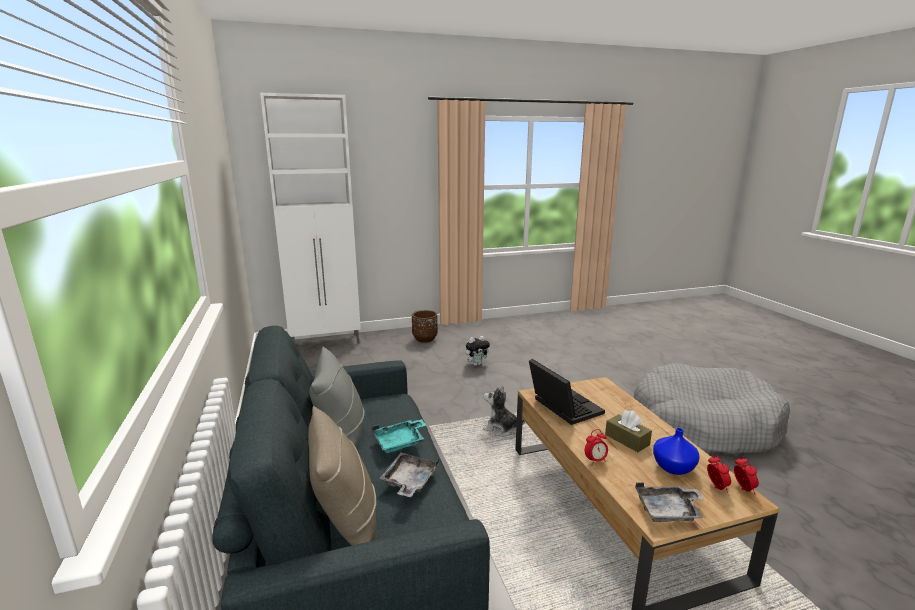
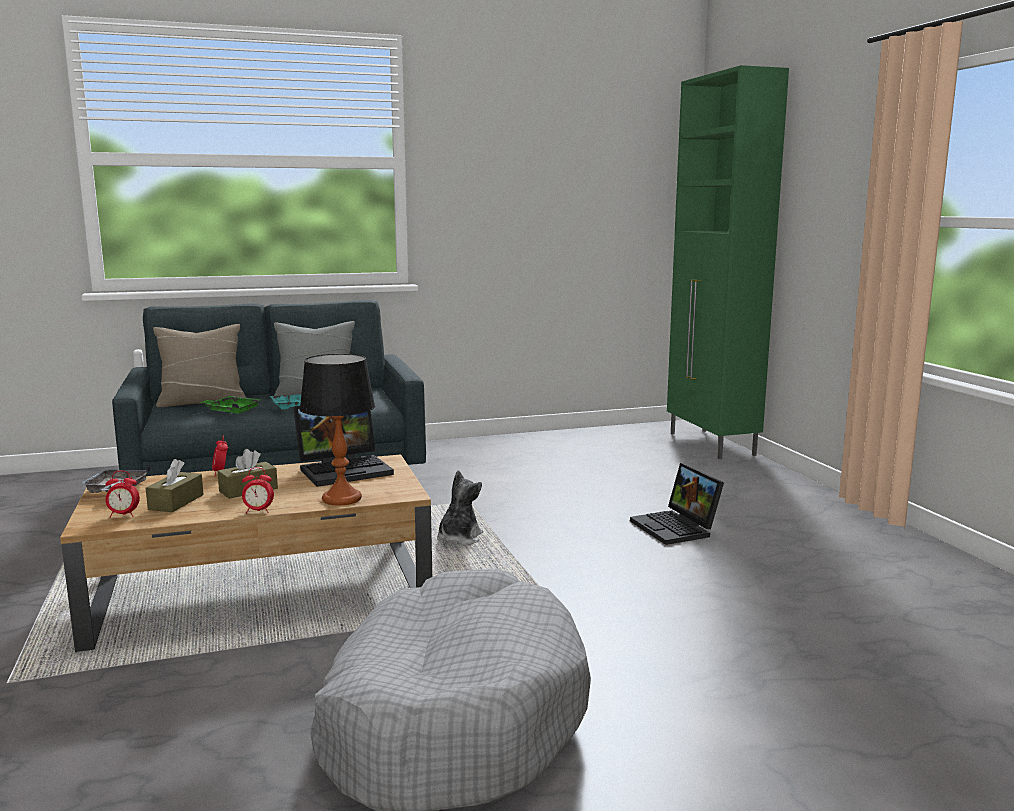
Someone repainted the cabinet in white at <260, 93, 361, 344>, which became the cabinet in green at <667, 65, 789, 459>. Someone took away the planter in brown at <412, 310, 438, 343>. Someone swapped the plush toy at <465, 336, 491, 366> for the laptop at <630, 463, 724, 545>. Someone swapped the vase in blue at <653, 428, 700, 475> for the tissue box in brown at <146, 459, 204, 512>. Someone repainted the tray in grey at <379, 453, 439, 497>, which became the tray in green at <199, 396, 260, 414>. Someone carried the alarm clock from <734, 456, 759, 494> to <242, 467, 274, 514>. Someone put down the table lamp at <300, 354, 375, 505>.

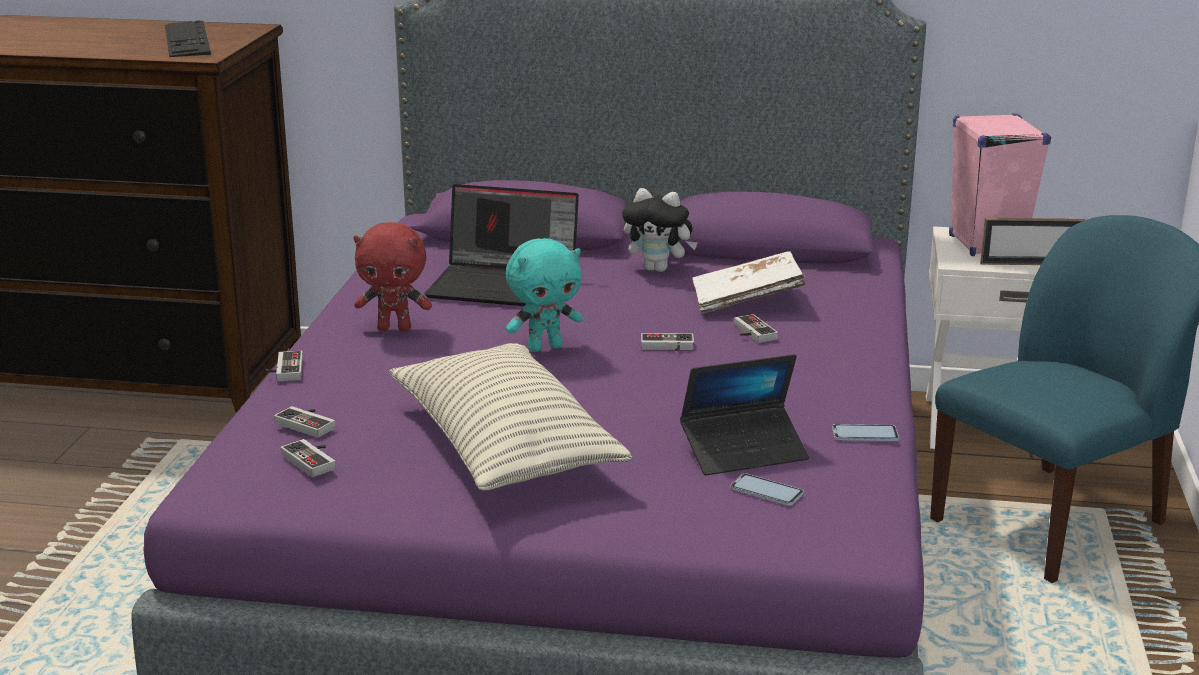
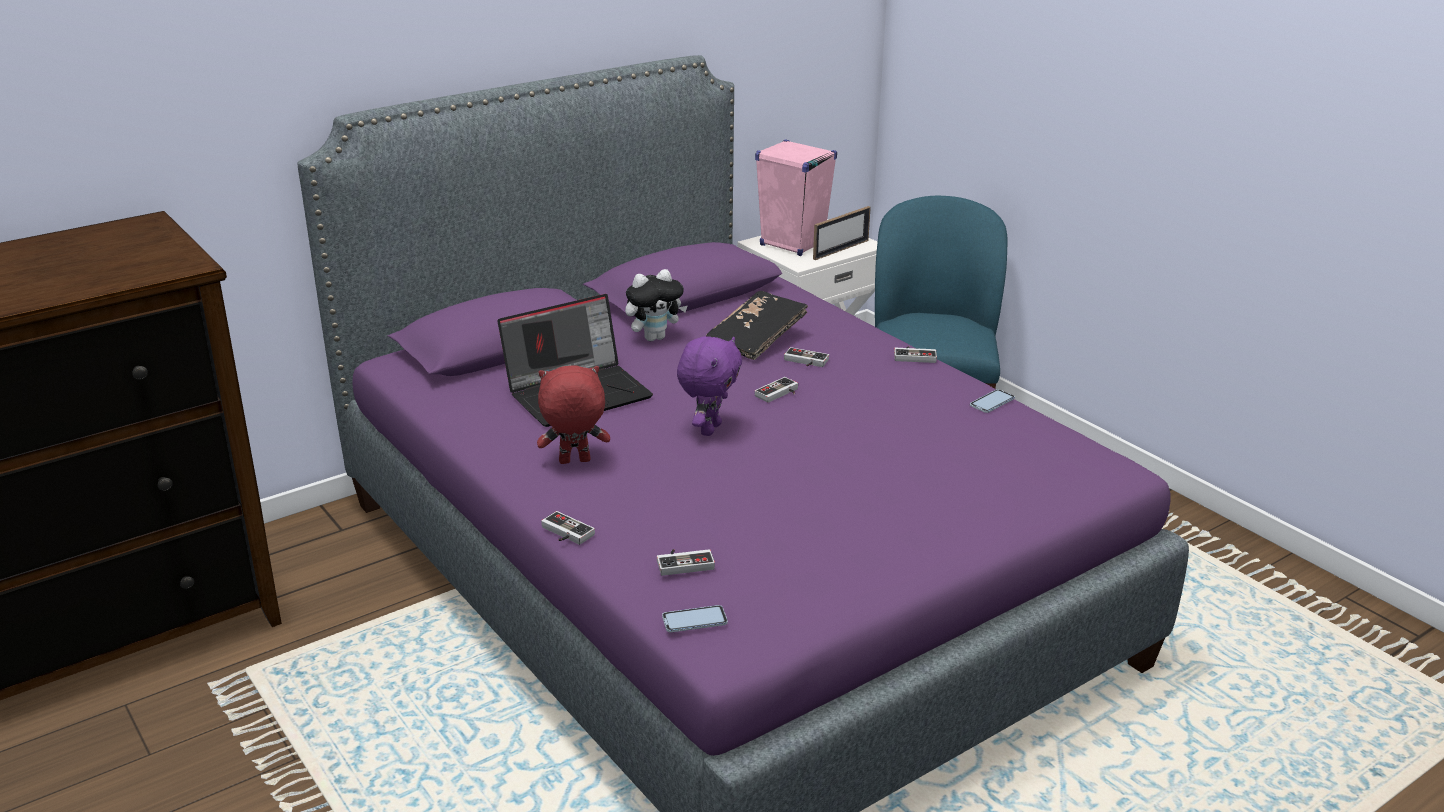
Someone took away the keyboard at <165, 20, 211, 57>. Someone rotated the plush toy in red at <354, 222, 432, 331> by 150 degrees counterclockwise. Someone repainted the plush toy in turquoise at <506, 238, 583, 352>, which became the plush toy in purple at <677, 336, 742, 436>. Someone repainted the book in white at <692, 251, 805, 313>, which became the book in black at <706, 291, 808, 360>. Someone took away the pillow at <389, 343, 632, 490>. Someone took away the laptop at <680, 354, 809, 475>. Someone carried the game controller from <281, 439, 336, 477> to <894, 346, 937, 363>. Someone carried the phone from <730, 474, 804, 506> to <662, 605, 728, 632>.

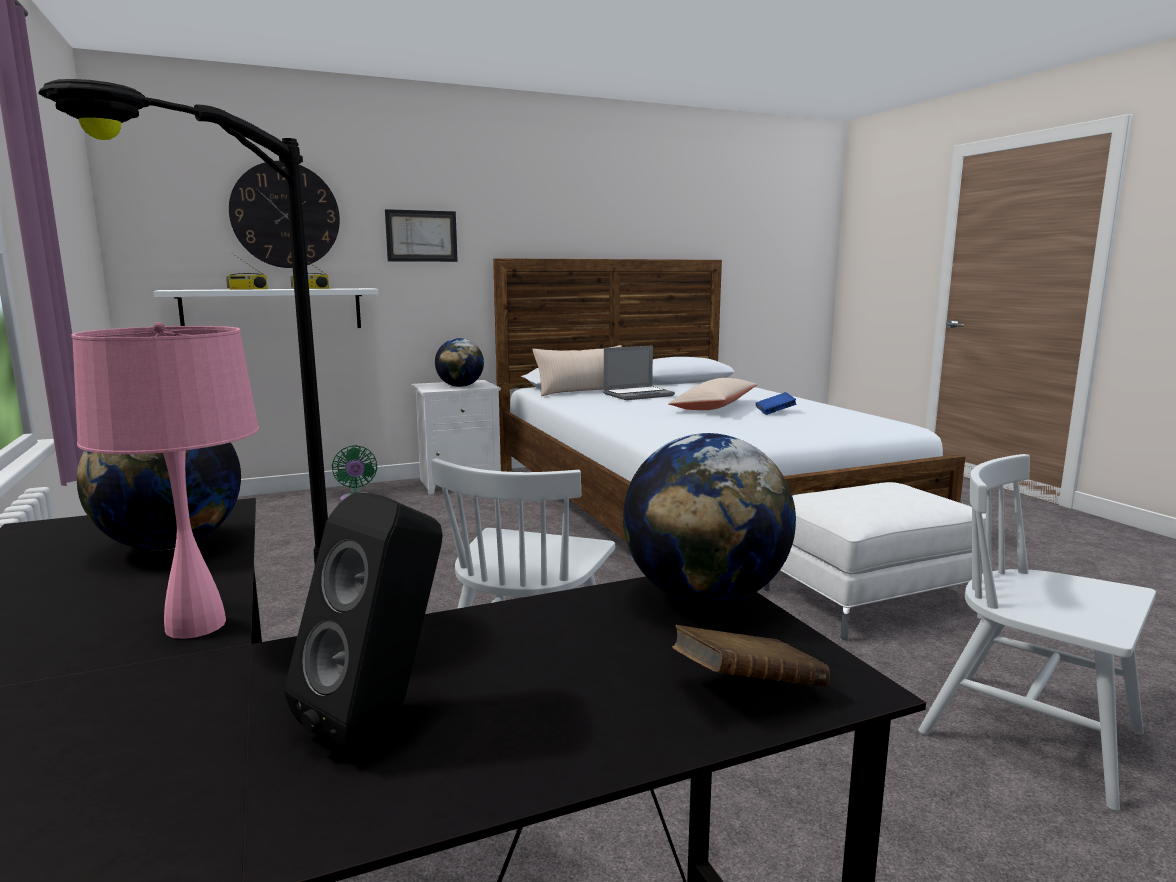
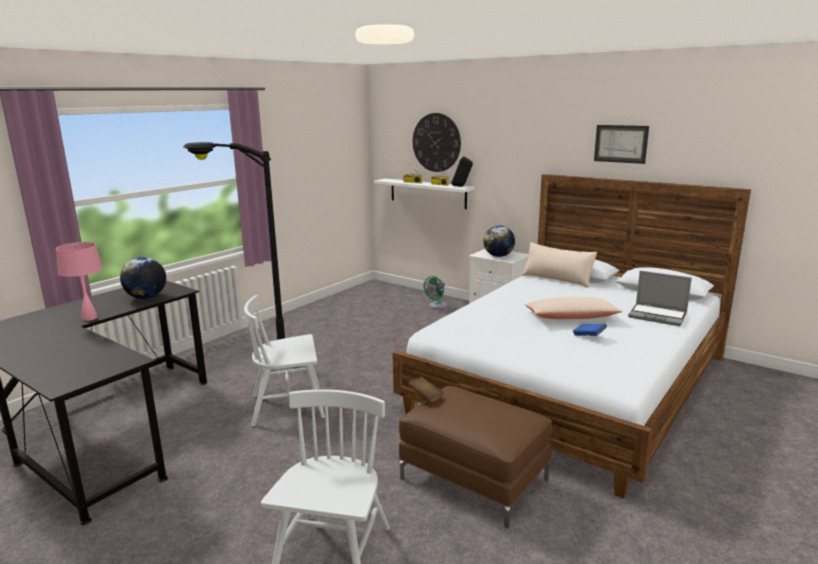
Someone carried the picture from <385, 209, 458, 262> to <594, 125, 649, 164>. Someone carried the laptop from <603, 345, 675, 400> to <628, 271, 692, 326>. Someone took away the globe at <623, 433, 796, 605>. Someone repainted the ottoman in white at <764, 482, 986, 641>, which became the ottoman in brown at <399, 386, 552, 528>. Someone carried the speaker in black from <284, 492, 443, 748> to <451, 156, 473, 187>. Someone carried the book in brown from <672, 625, 830, 687> to <408, 377, 444, 402>.

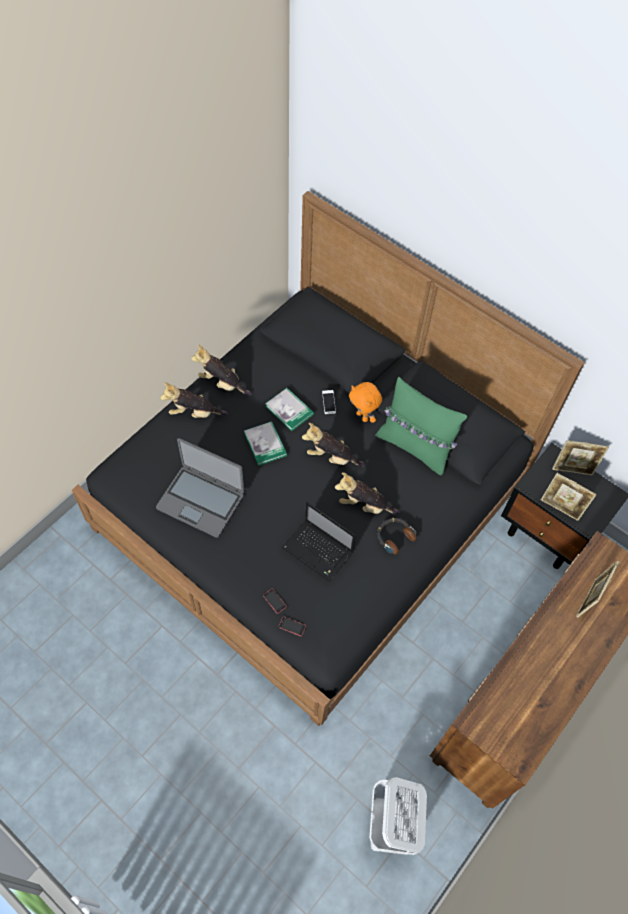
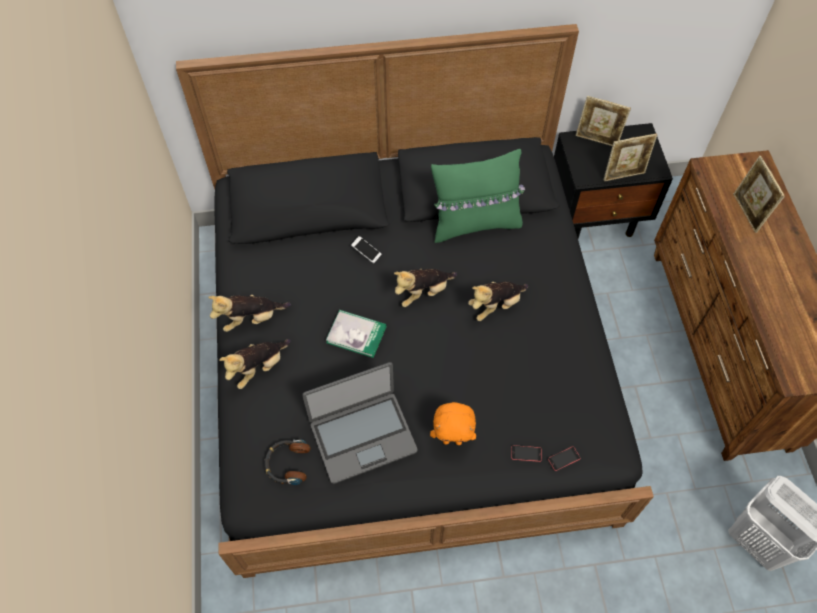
Someone carried the plush toy in orange from <349, 382, 382, 423> to <430, 402, 476, 445>. Someone took away the book at <265, 388, 314, 431>. Someone rotated the picture frame at <552, 440, 609, 475> by 60 degrees clockwise. Someone took away the laptop at <282, 502, 356, 582>. Someone carried the headphones from <377, 518, 417, 554> to <264, 439, 311, 485>.

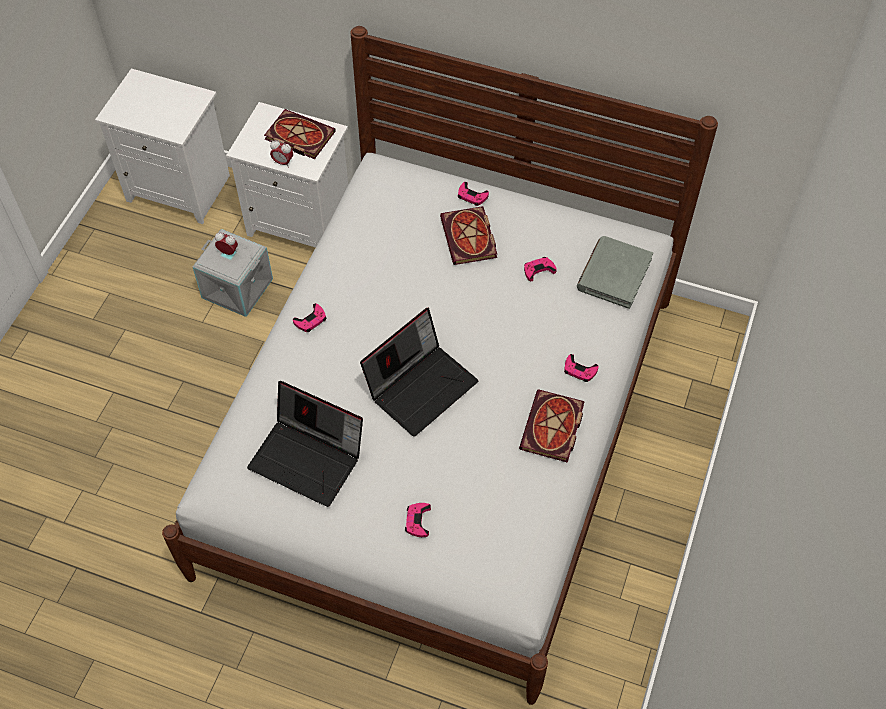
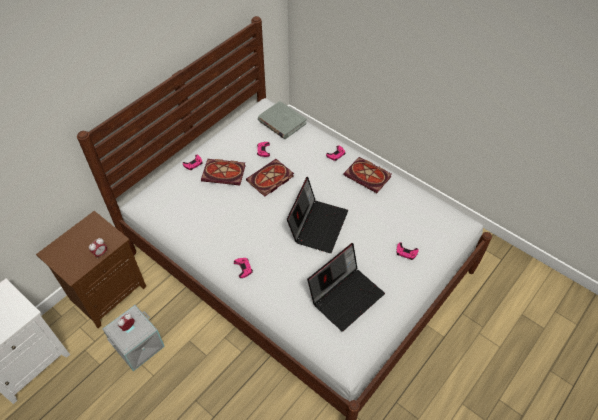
Someone repainted the nightstand in white at <226, 102, 348, 248>, which became the nightstand in brown at <36, 211, 146, 328>. Someone carried the book from <264, 109, 336, 159> to <246, 159, 294, 197>. Someone rotated the laptop at <360, 308, 479, 437> by 45 degrees clockwise.

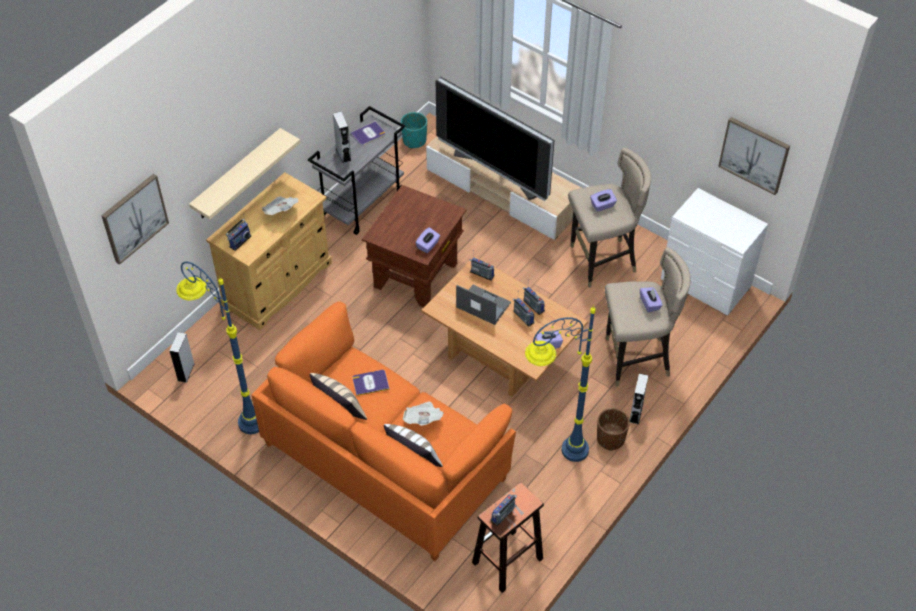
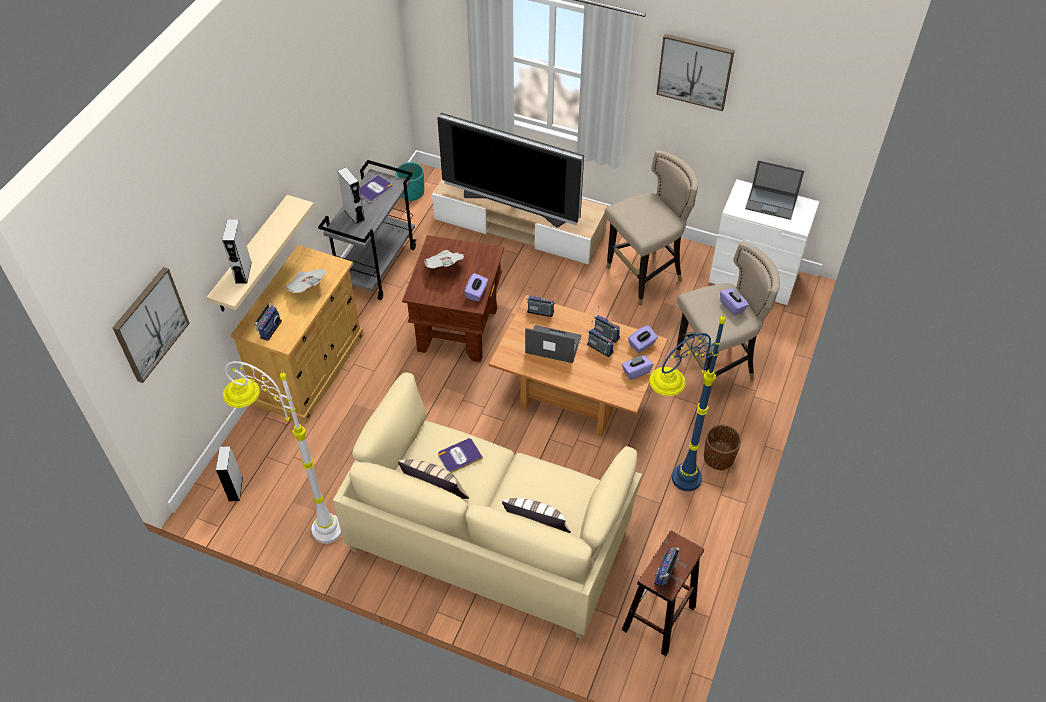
Someone carried the picture from <718, 117, 790, 195> to <656, 34, 735, 111>. Someone carried the tissue box in purple from <590, 189, 617, 212> to <628, 325, 658, 353>. Someone repainted the floor lamp in blue at <176, 262, 259, 434>, which became the floor lamp in white at <223, 361, 342, 544>. Someone repainted the sofa in orange at <252, 301, 516, 561>, which became the sofa in beige at <333, 372, 642, 639>. Someone carried the speaker in grey from <630, 374, 649, 424> to <222, 219, 252, 284>. Someone carried the newspaper from <403, 402, 444, 426> to <425, 250, 464, 268>. Someone put down the laptop at <745, 160, 804, 220>.

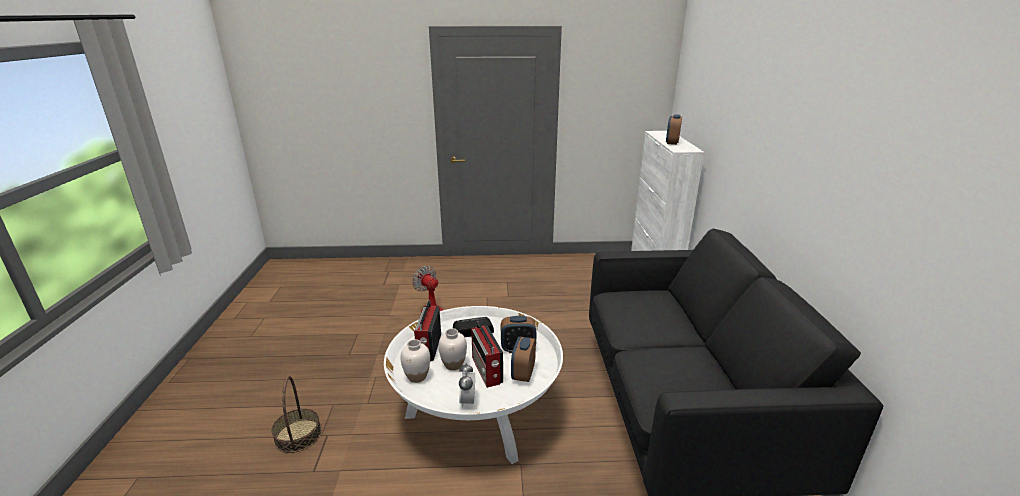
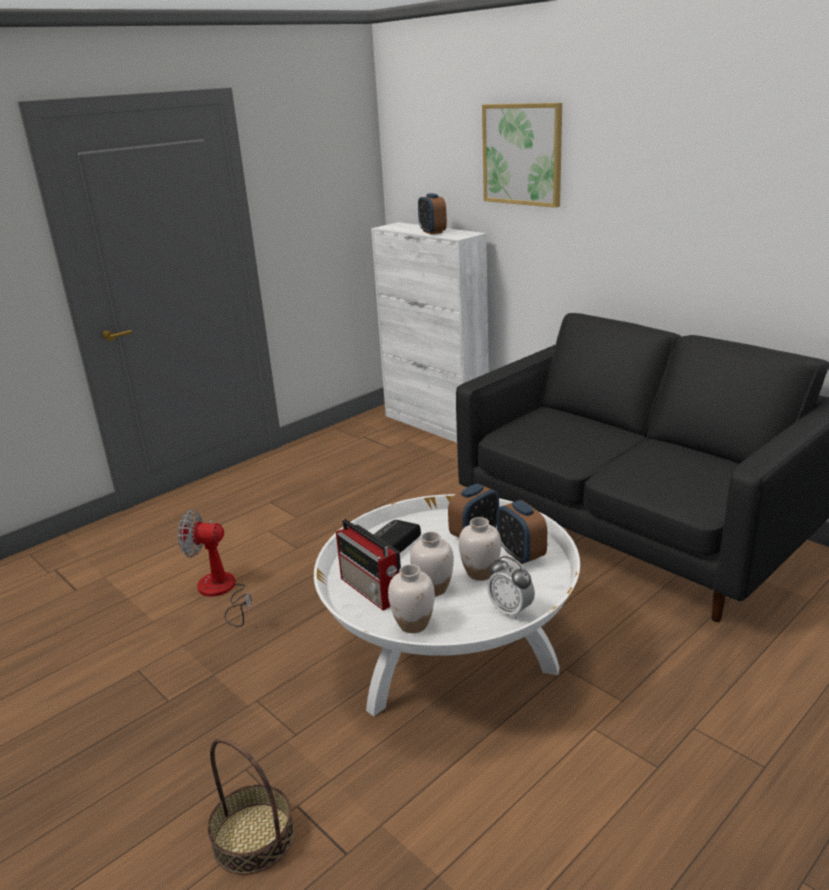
Someone swapped the radio at <471, 321, 503, 388> for the vase in white at <459, 517, 501, 581>. Someone put up the picture at <482, 103, 562, 208>.

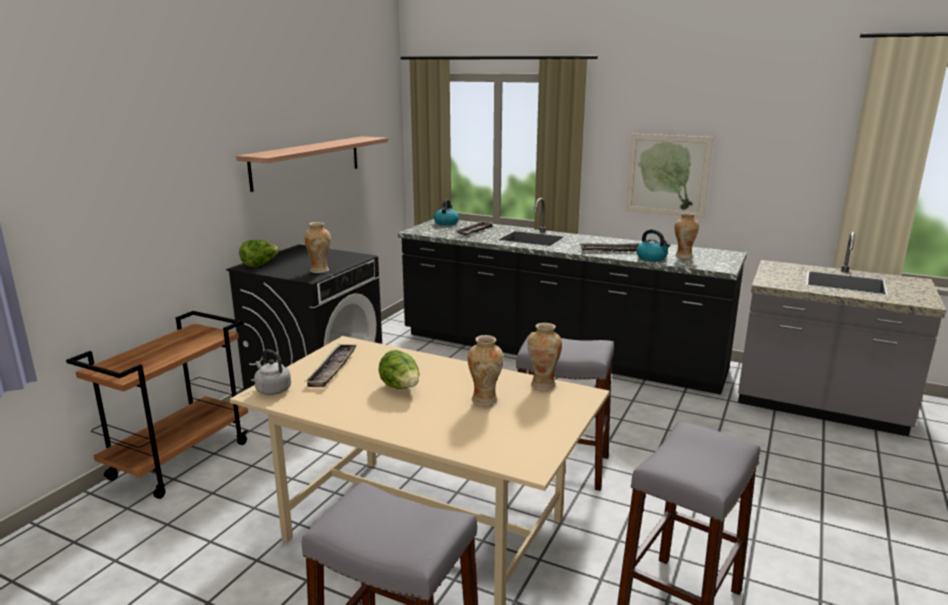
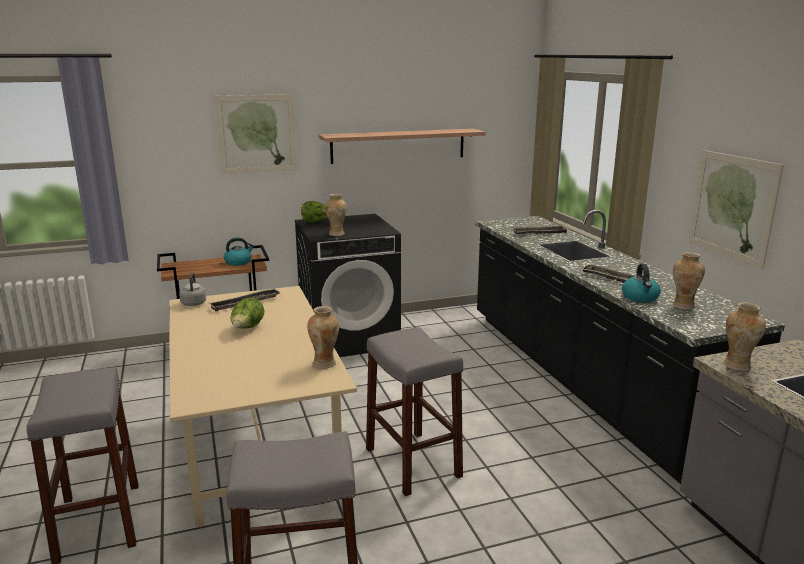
Someone carried the kettle from <434, 199, 459, 226> to <224, 237, 254, 266>. Someone carried the vase from <468, 335, 504, 406> to <724, 302, 766, 371>. Someone put up the picture at <215, 94, 297, 174>.

